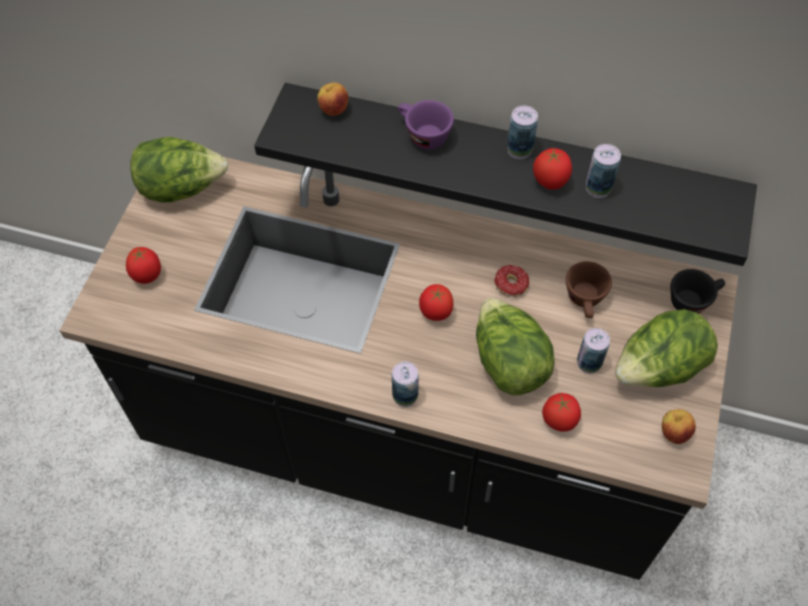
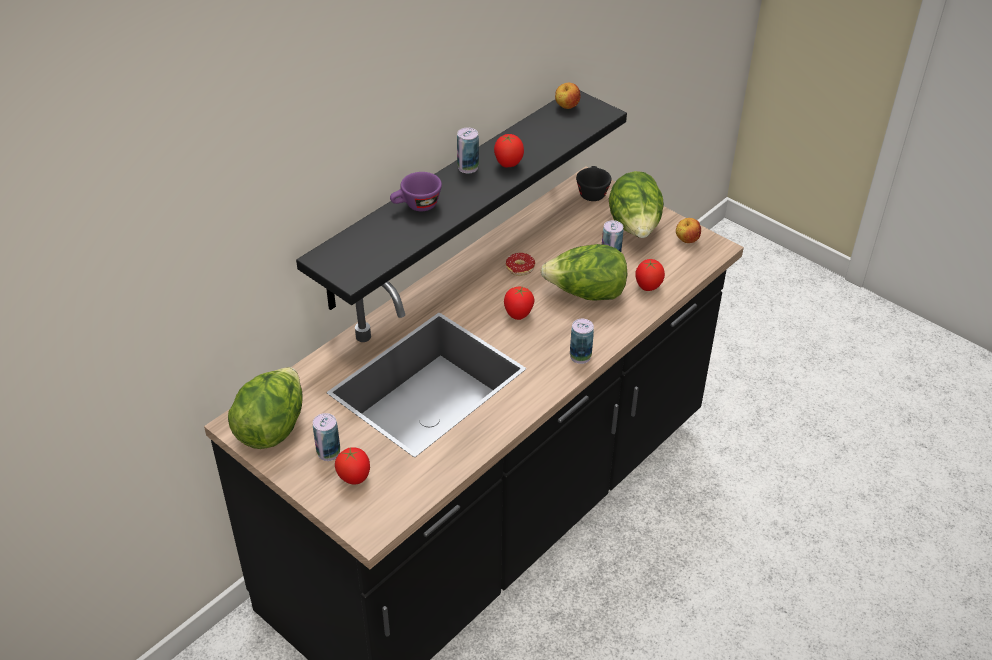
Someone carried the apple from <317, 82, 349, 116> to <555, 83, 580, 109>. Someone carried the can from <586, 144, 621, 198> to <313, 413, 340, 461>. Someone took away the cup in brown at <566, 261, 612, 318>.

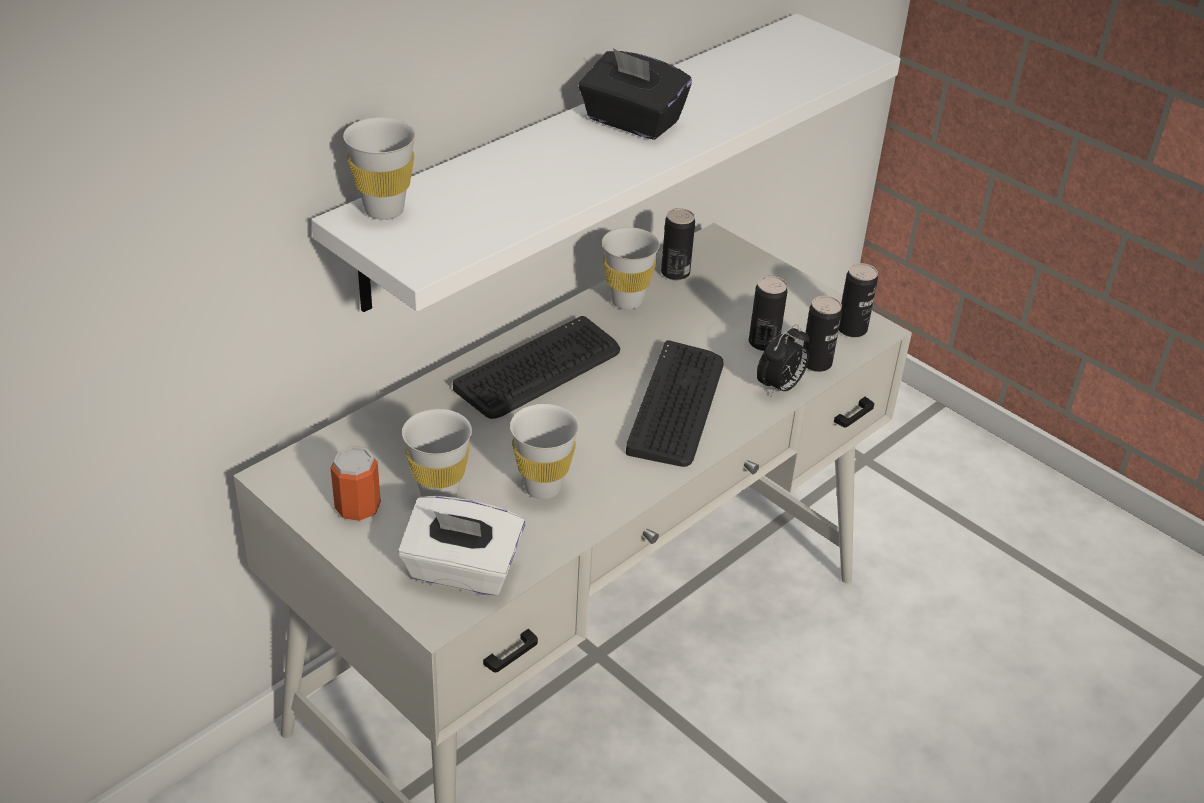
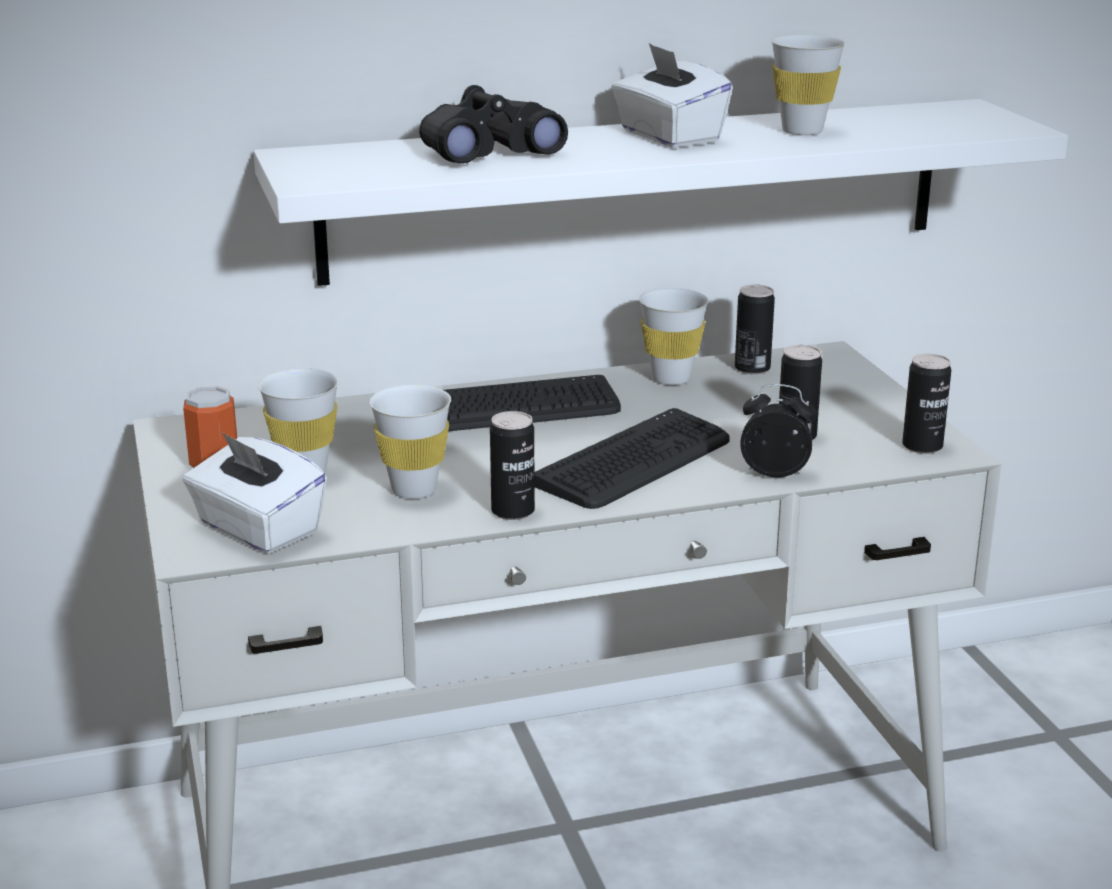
Someone repainted the tissue box in black at <579, 49, 692, 140>, which became the tissue box in white at <611, 43, 733, 148>. Someone carried the cup in white from <343, 117, 416, 220> to <771, 35, 845, 135>. Someone carried the can from <803, 296, 842, 372> to <490, 411, 535, 520>. Someone rotated the alarm clock at <757, 325, 809, 397> by 150 degrees counterclockwise. Someone put down the binoculars in black at <419, 85, 568, 163>.

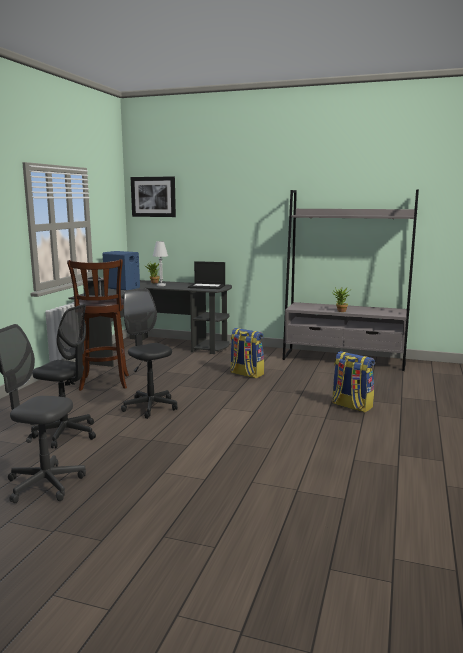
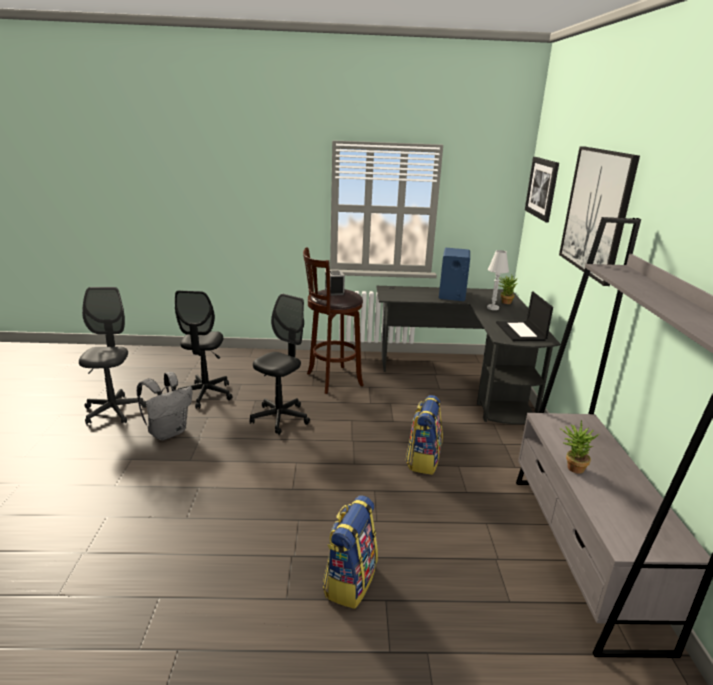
Someone put up the picture at <559, 146, 640, 286>. Someone put down the backpack in grey at <137, 372, 192, 440>.

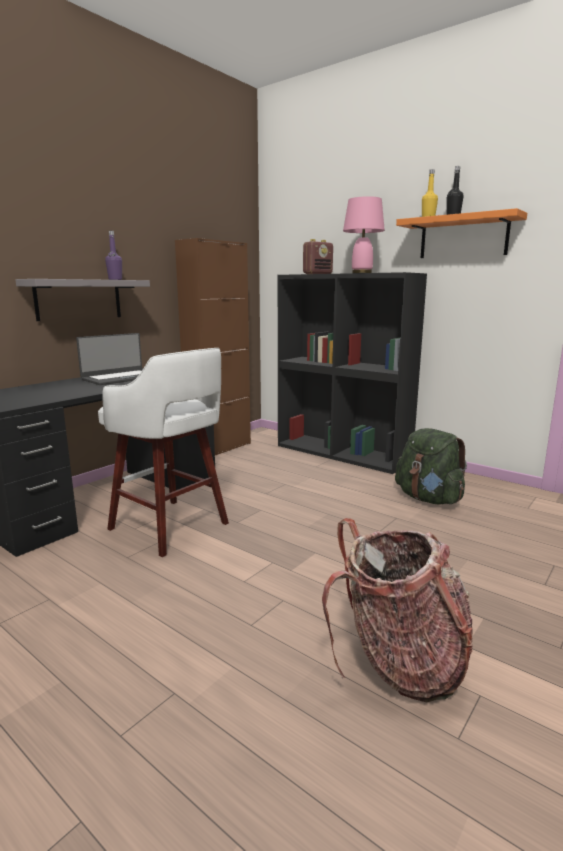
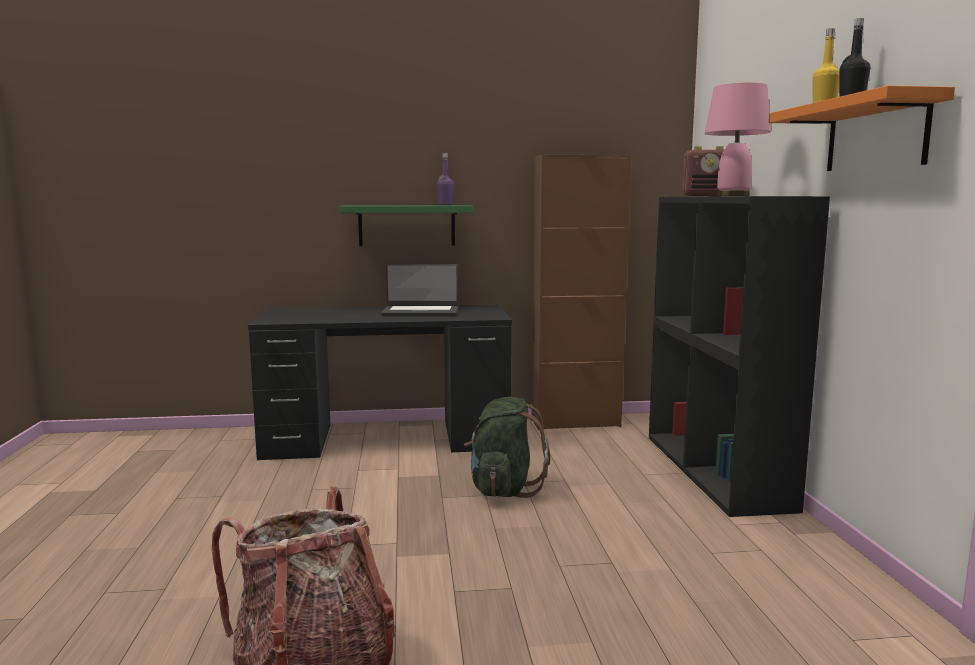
Someone repainted the shelf in grey at <15, 279, 150, 321>, which became the shelf in green at <339, 205, 473, 246>. Someone took away the stool in white at <98, 348, 229, 557>. Someone carried the backpack in green from <395, 428, 467, 505> to <464, 397, 550, 498>.

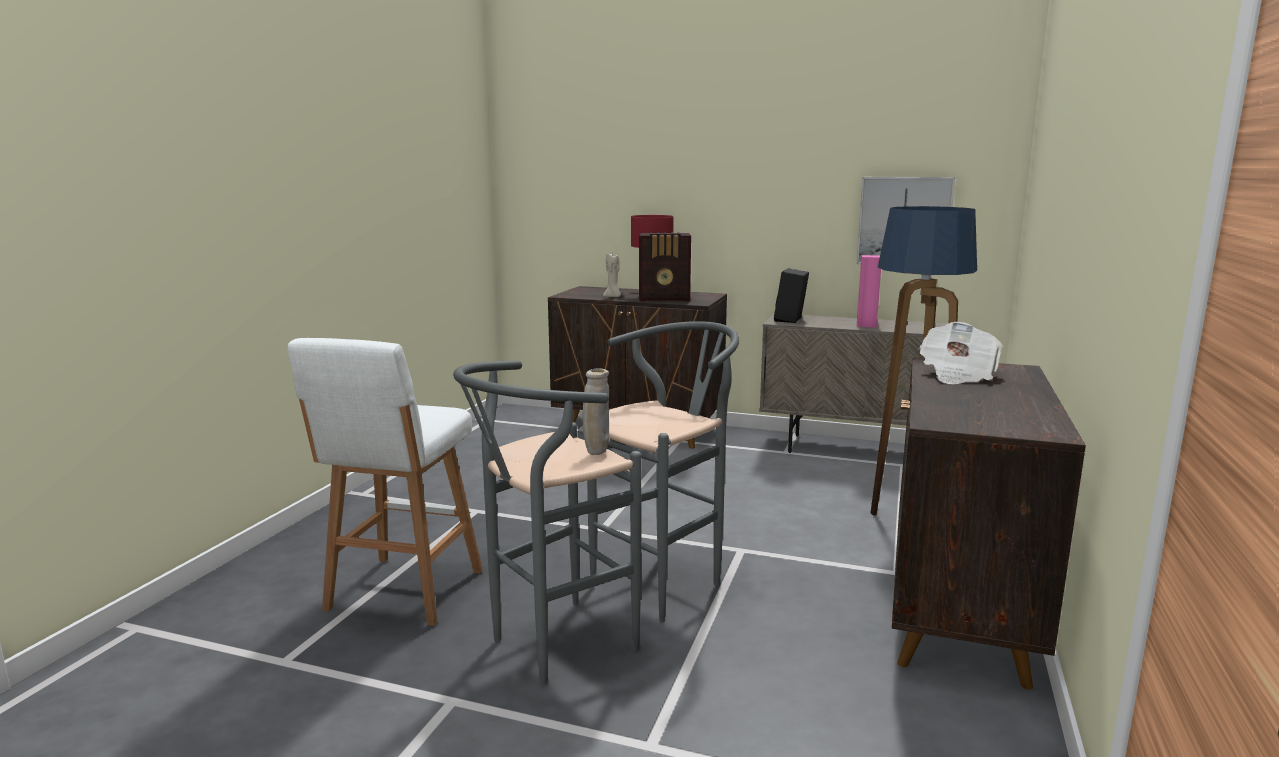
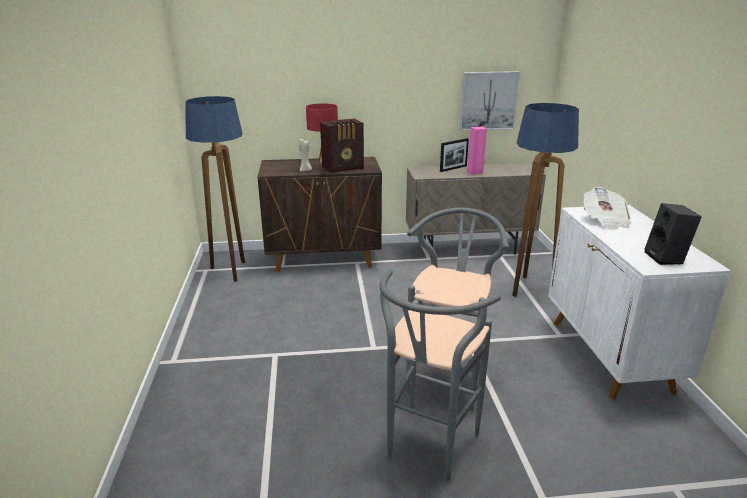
Someone carried the speaker in black from <774, 268, 809, 323> to <645, 203, 702, 265>. Someone took away the stool in white at <288, 338, 483, 626>. Someone repainted the cabinet in brown at <892, 357, 1086, 690>, which became the cabinet in white at <548, 205, 731, 399>. Someone took away the vase in beige at <583, 368, 609, 455>. Someone put down the floor lamp at <185, 96, 245, 282>. Someone put down the picture frame at <440, 138, 469, 172>.

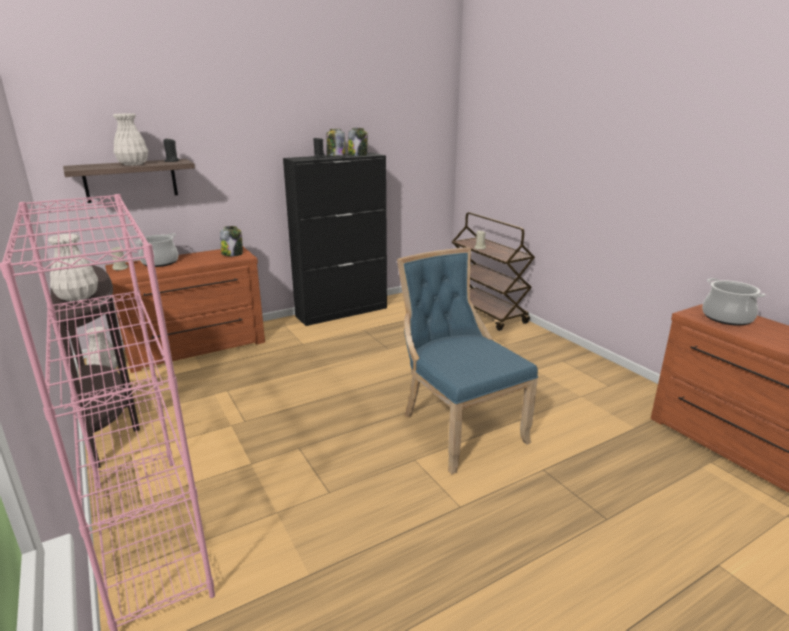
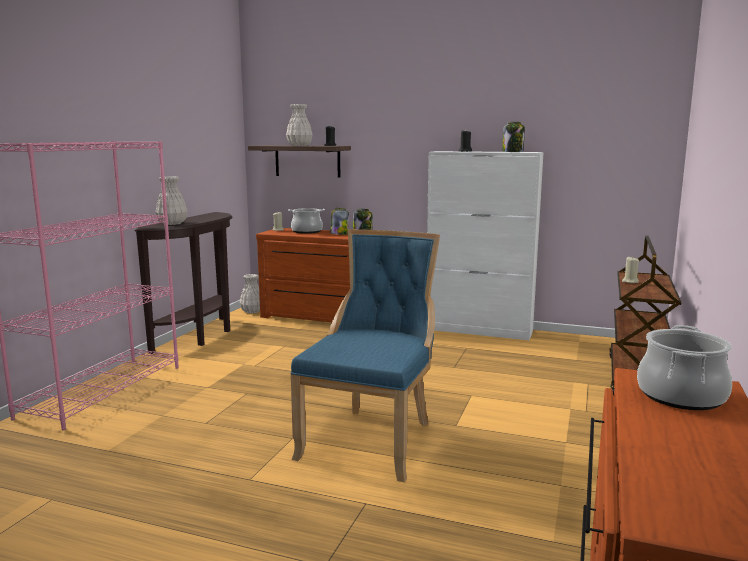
Someone carried the jar from <327, 129, 345, 156> to <330, 208, 349, 235>. Someone repainted the cabinet in black at <283, 153, 387, 326>, which became the cabinet in white at <427, 151, 544, 340>.

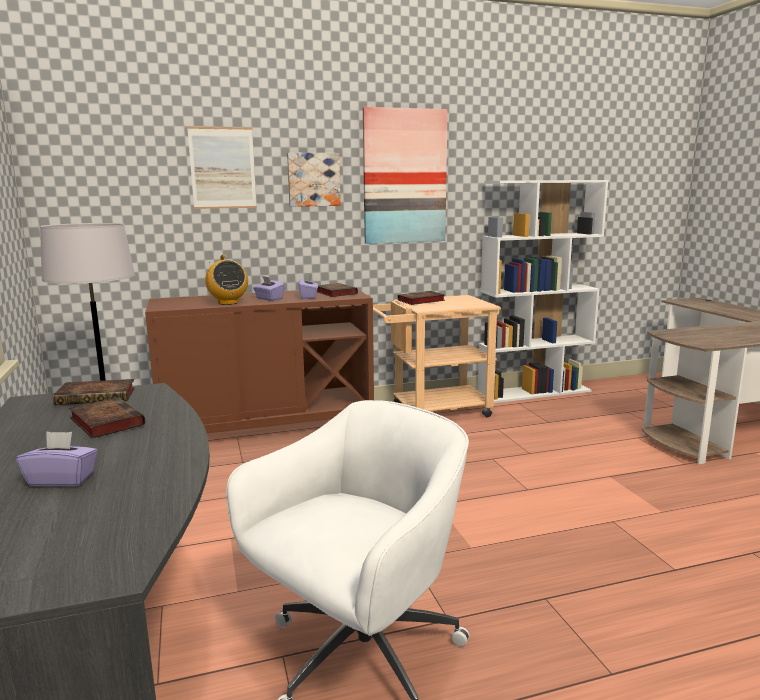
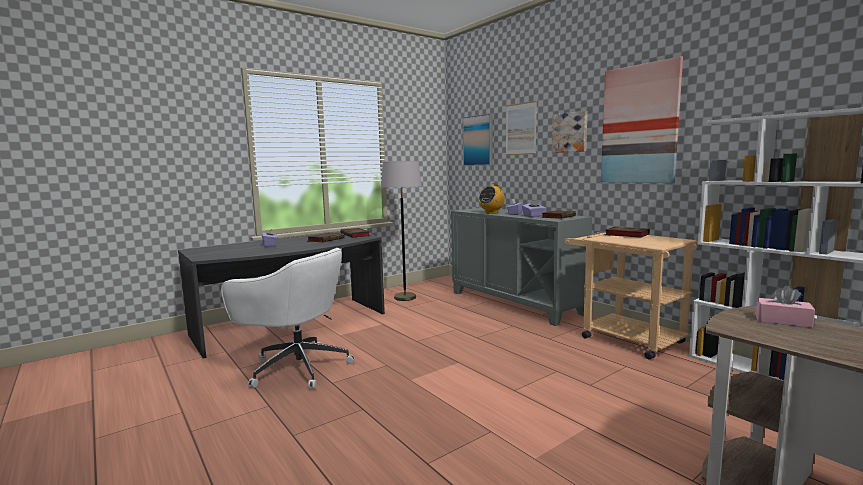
Someone repainted the cabinet in brown at <145, 290, 374, 433>, which became the cabinet in grey at <451, 208, 592, 326>. Someone put up the picture at <462, 113, 492, 166>. Someone put down the tissue box in pink at <755, 286, 815, 328>.

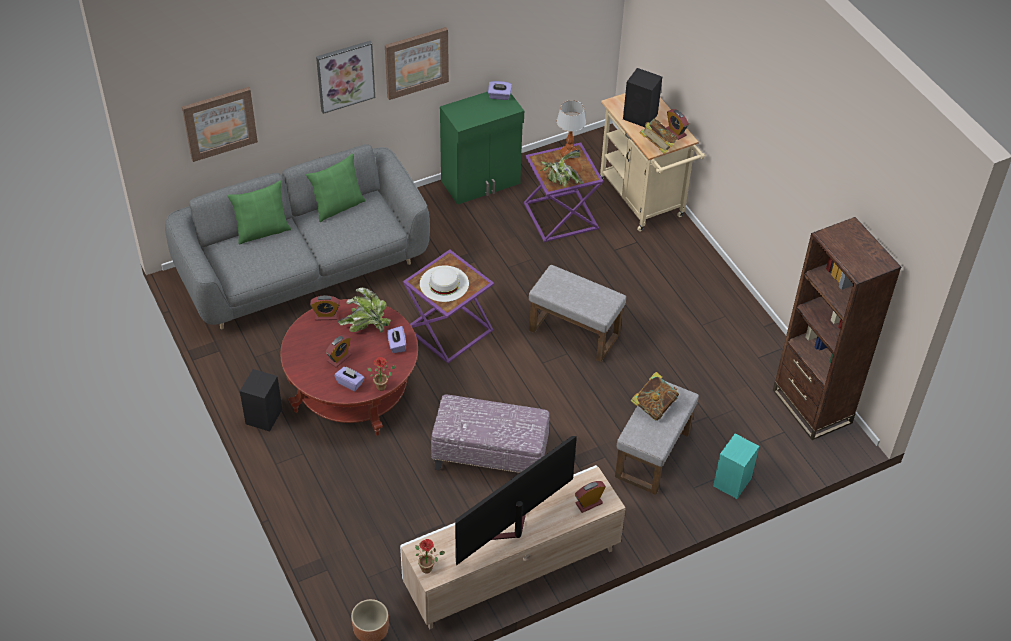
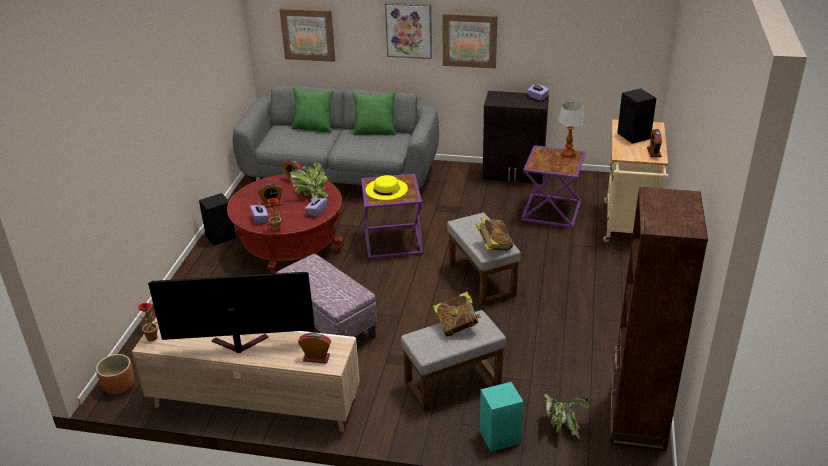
Someone repainted the cabinet in green at <440, 92, 524, 205>, which became the cabinet in black at <483, 91, 549, 184>. Someone carried the book from <639, 118, 678, 154> to <476, 218, 513, 251>. Someone carried the potted plant from <540, 150, 584, 187> to <543, 394, 590, 439>. Someone repainted the hat in white at <420, 265, 469, 302>, which became the hat in yellow at <365, 175, 408, 200>.

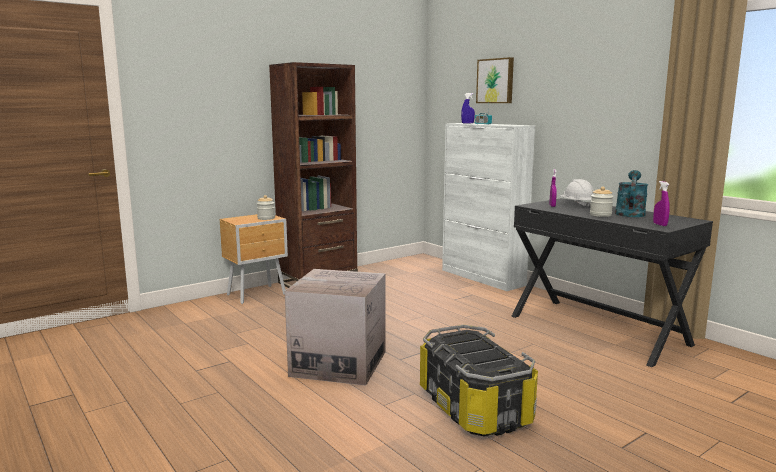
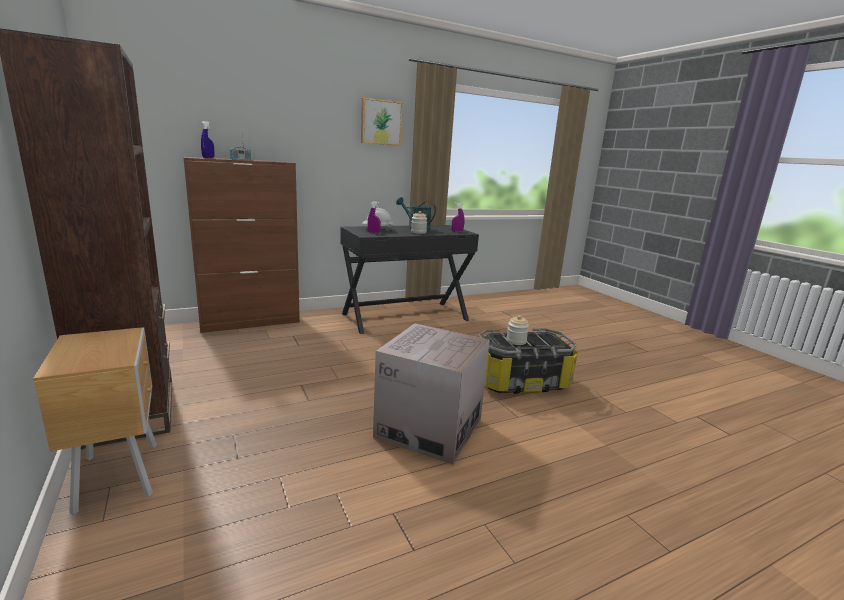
Someone carried the picture from <476, 57, 514, 103> to <361, 98, 403, 146>. Someone repainted the cabinet in white at <442, 123, 535, 291>, which became the cabinet in brown at <183, 157, 300, 333>. Someone carried the jar from <257, 195, 275, 220> to <506, 315, 529, 345>.

